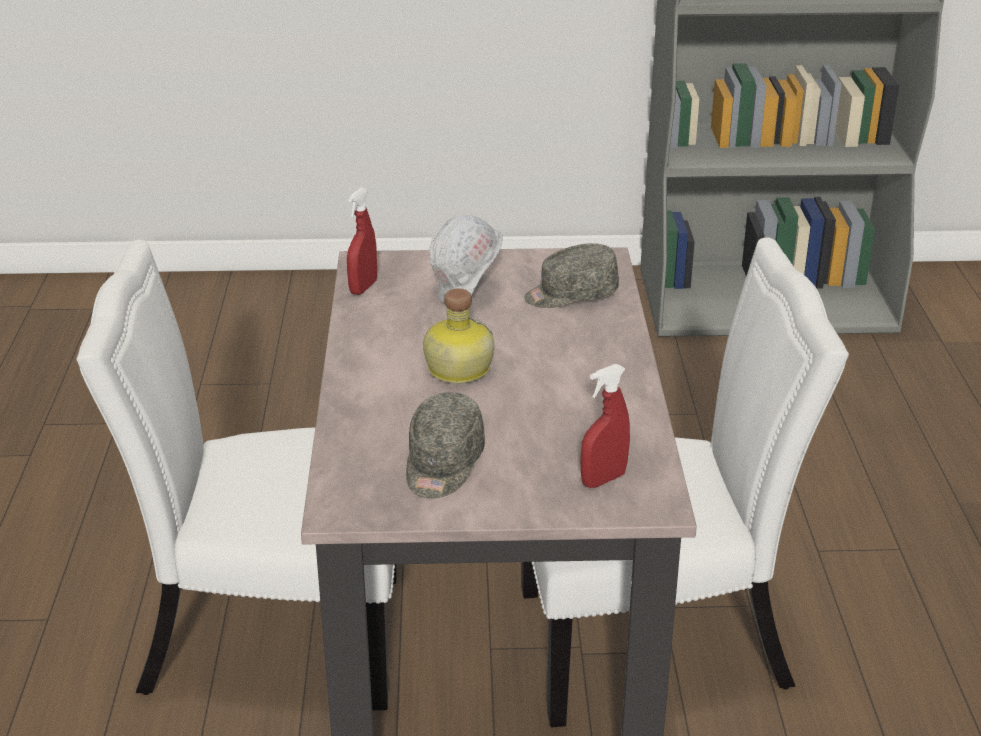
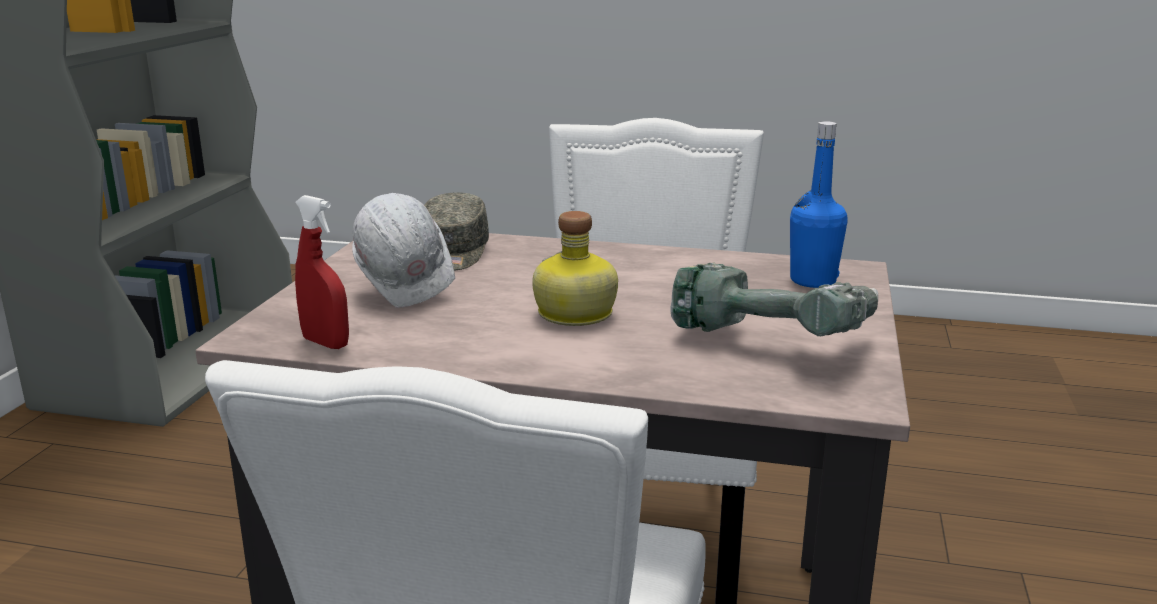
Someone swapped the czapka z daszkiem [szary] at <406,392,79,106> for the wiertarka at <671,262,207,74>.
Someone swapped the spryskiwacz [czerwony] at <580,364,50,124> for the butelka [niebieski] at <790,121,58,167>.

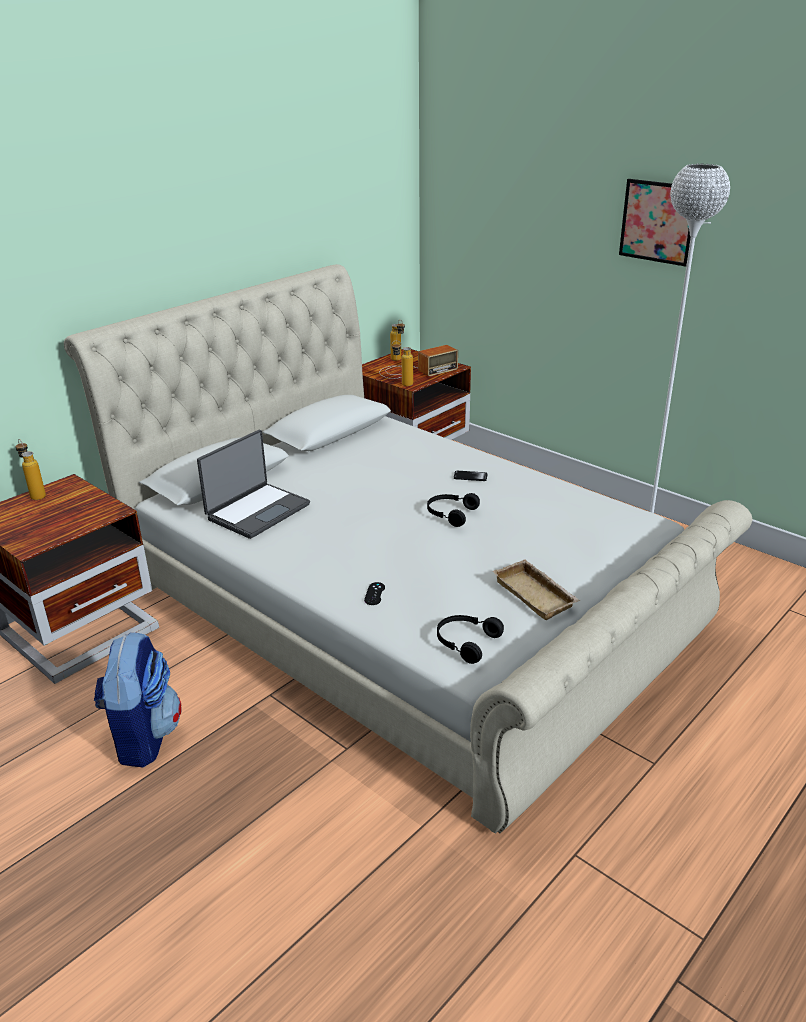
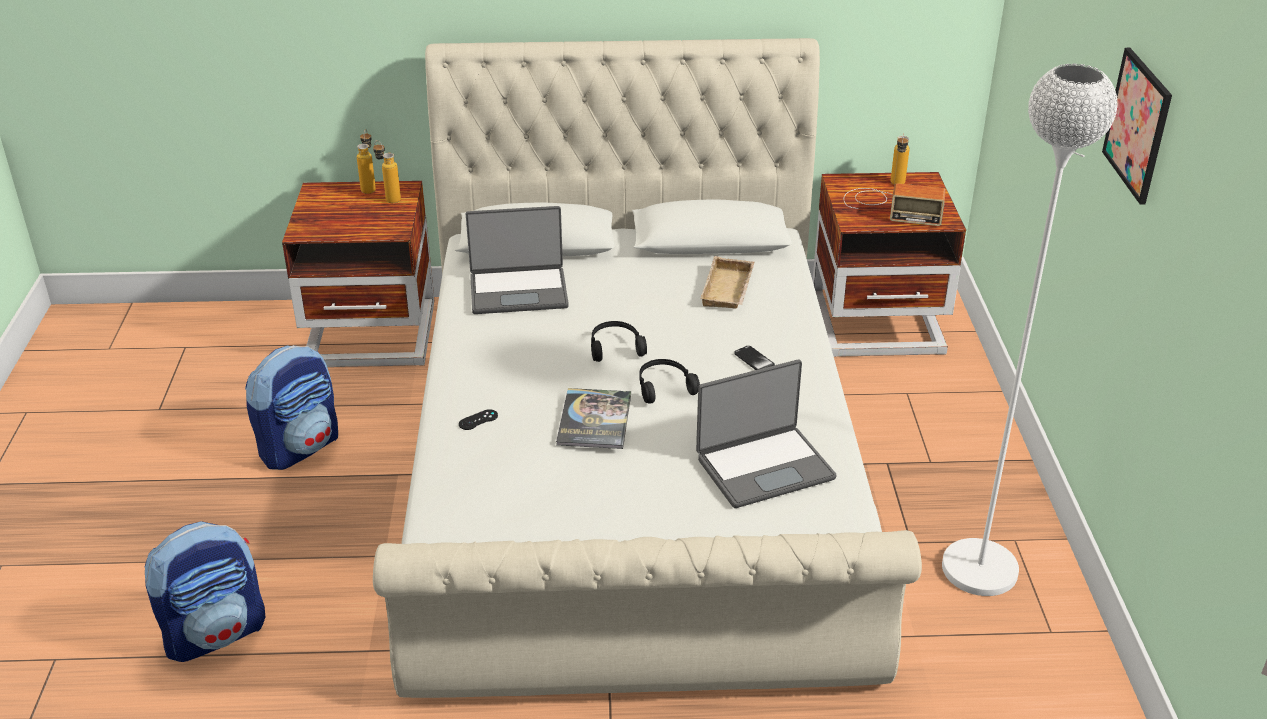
Someone put down the plecak at <145,521,121,141>.
Someone put down the książka at <556,388,75,61>.
Someone put down the laptop at <696,360,141,148>.
Someone carried the butelka from <391,341,22,45> to <373,140,28,63>.
Someone carried the słuchawki [czarny] from <437,615,67,49> to <591,321,56,41>.
Someone carried the taca [beżowy] from <493,559,87,61> to <700,256,54,52>.

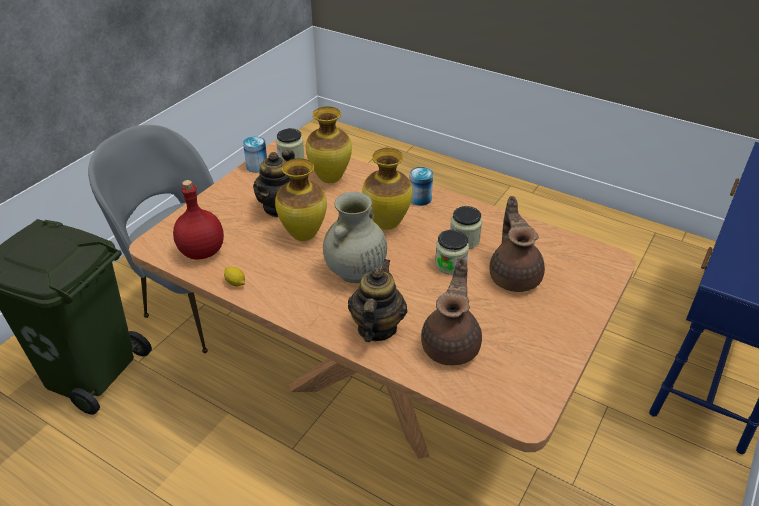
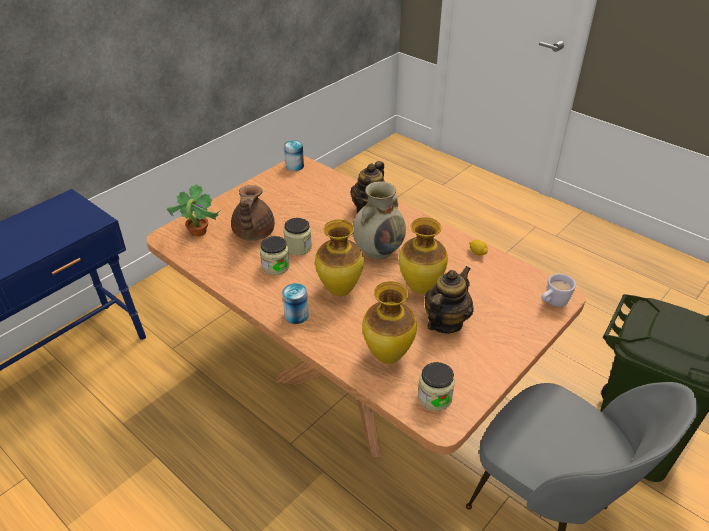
Someone took away the butelka [czerwony] at <173,180,51,80>.
Someone took away the imbryk [brązowy] at <421,258,61,107>.
Someone put down the roślina doniczkowa at <167,184,54,53>.
Someone put down the kubek [biały] at <541,274,35,33>.
Someone carried the puszka from <243,136,24,37> to <284,140,20,31>.

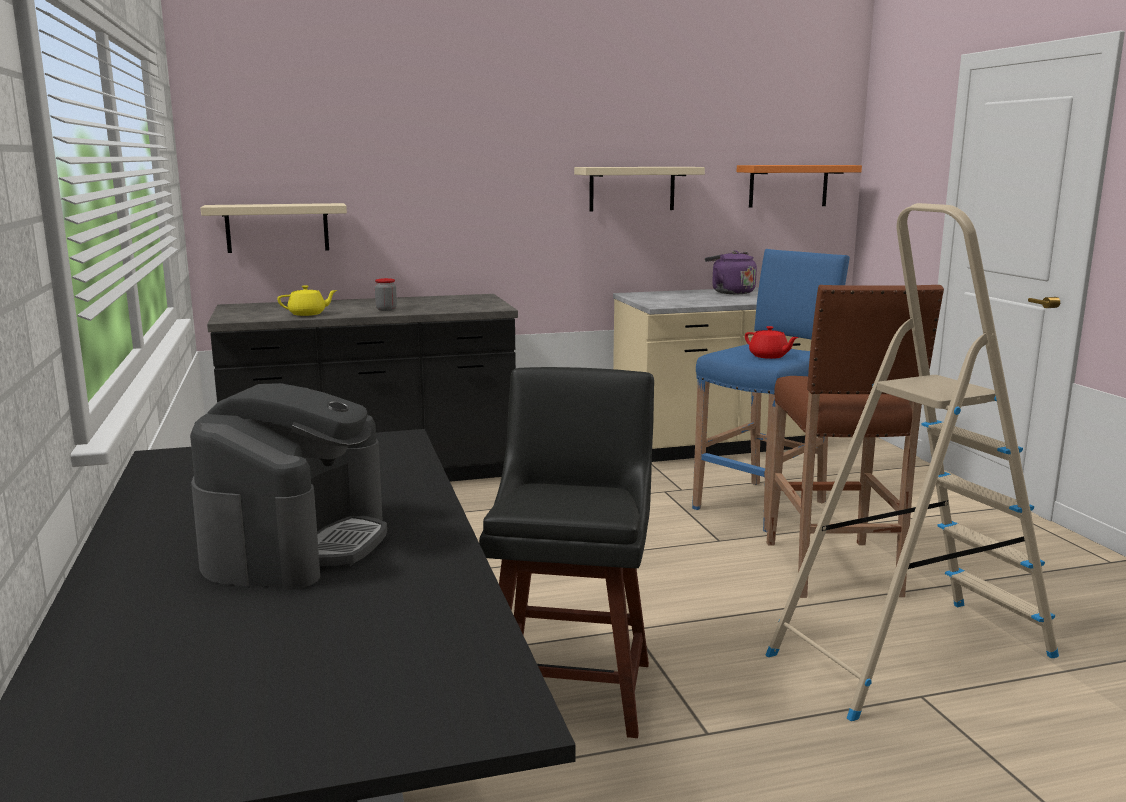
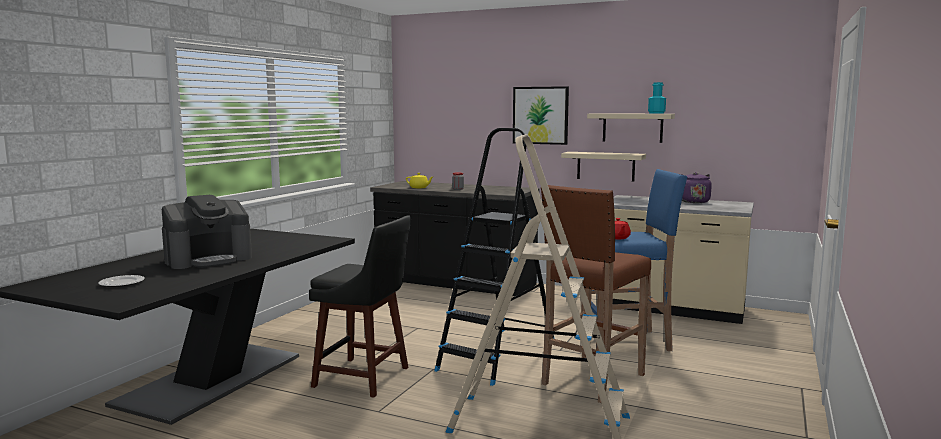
Someone took away the półka [pomarańczowy] at <737,165,125,43>.
Someone put down the talerz at <98,275,47,13>.
Someone put down the drabinka [czarny] at <434,128,121,258>.
Someone put up the obraz at <513,86,56,59>.
Someone put down the butelka [turkusowy] at <648,82,18,32>.
Someone carried the półka [beżowy] from <201,203,146,50> to <561,152,85,30>.
Someone rotated the krzesło [czarny] at <479,367,175,371> by 60 degrees clockwise.

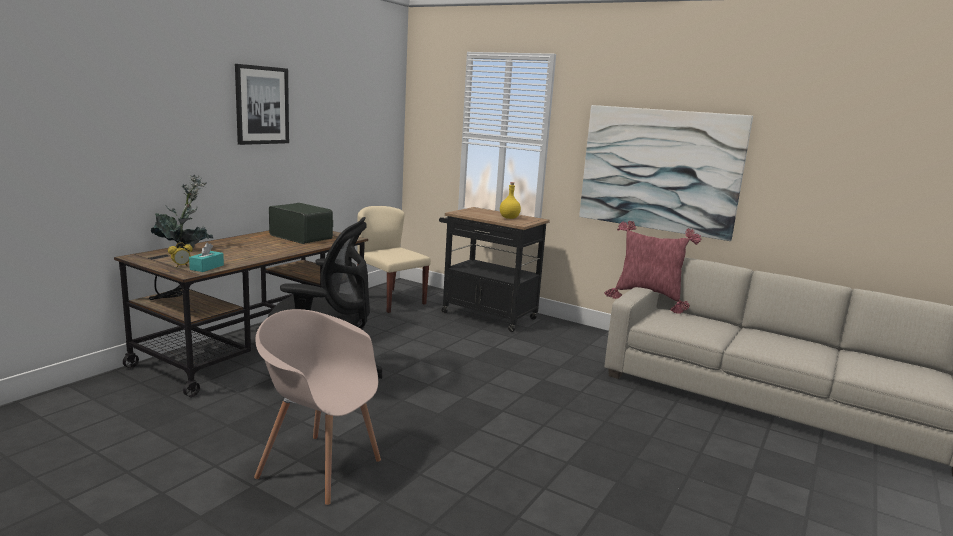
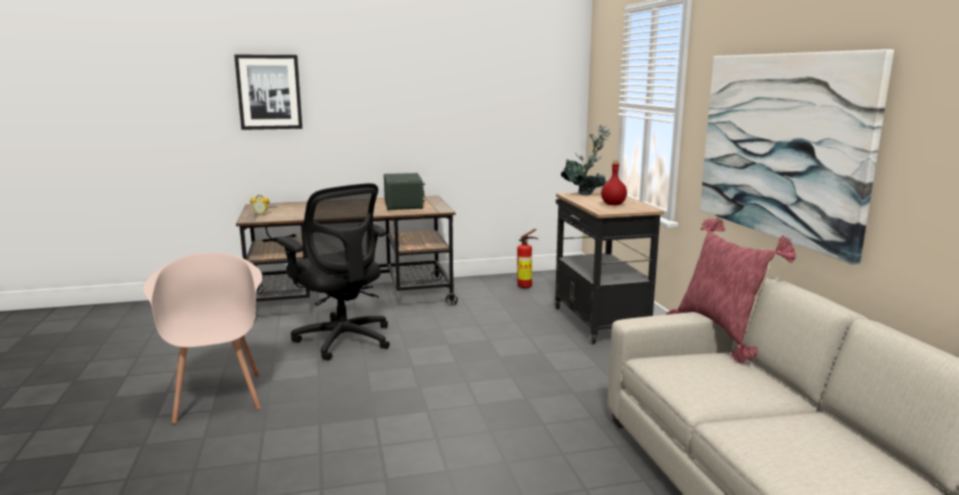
Someone took away the pudełko chusteczek [turkusowy] at <189,243,35,29>.
Someone carried the roślina doniczkowa from <151,175,63,77> to <561,125,50,71>.
Someone carried the obraz from <235,64,54,81> to <234,55,68,75>.
Someone swapped the krzesło [beżowy] at <357,206,74,107> for the gaśnica at <517,229,22,59>.
Someone repainted the butelka [żółty] at <500,182,21,37>, which became the butelka [czerwony] at <601,160,26,45>.

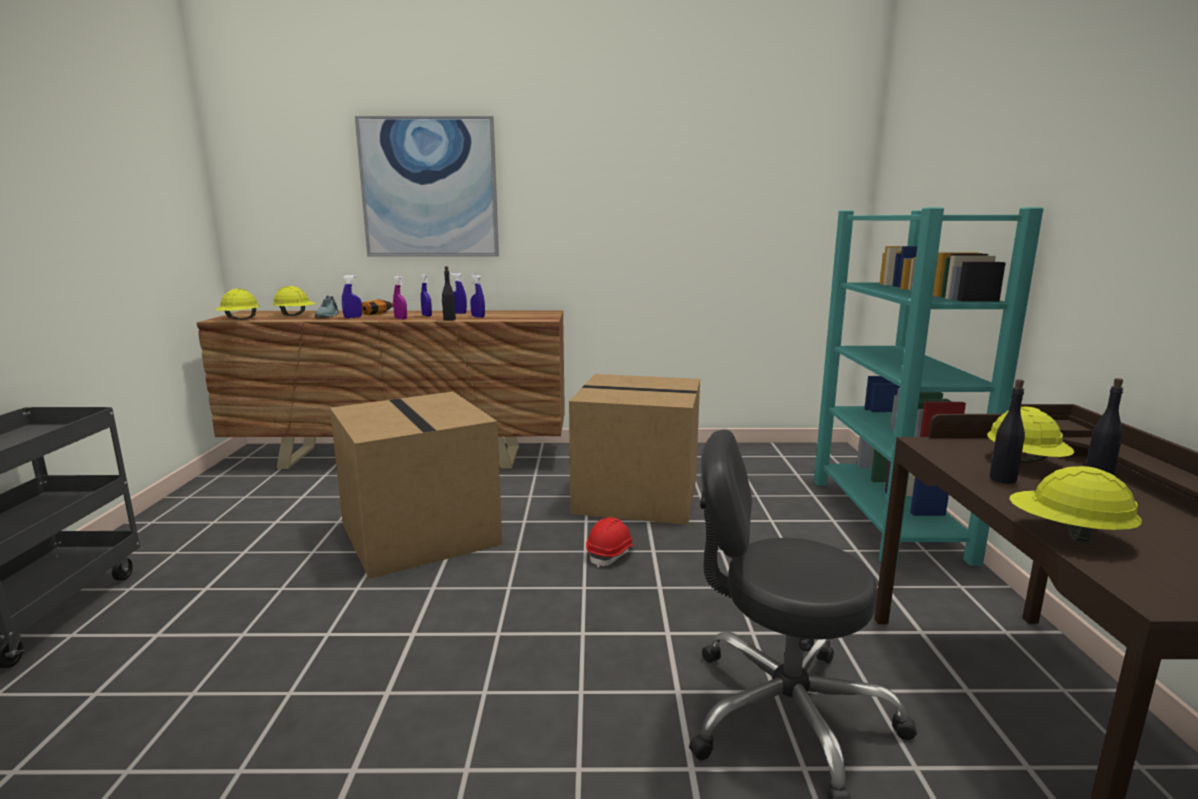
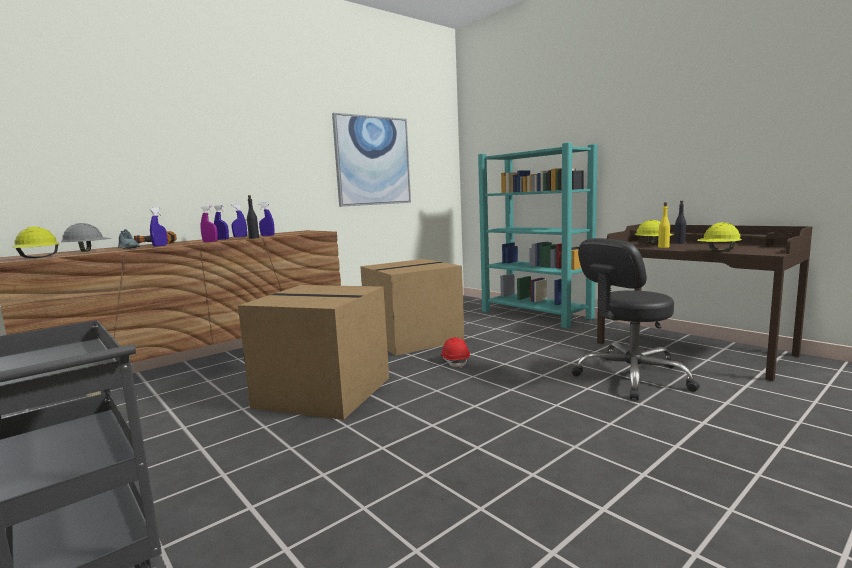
Someone carried the obraz from <355,116,144,141> to <332,113,79,94>.
Someone repainted the kask [żółty] at <272,286,44,30>, which became the kask [szary] at <61,223,51,29>.
Someone repainted the butelka [czarny] at <989,379,36,105>, which became the butelka [żółty] at <658,202,12,46>.

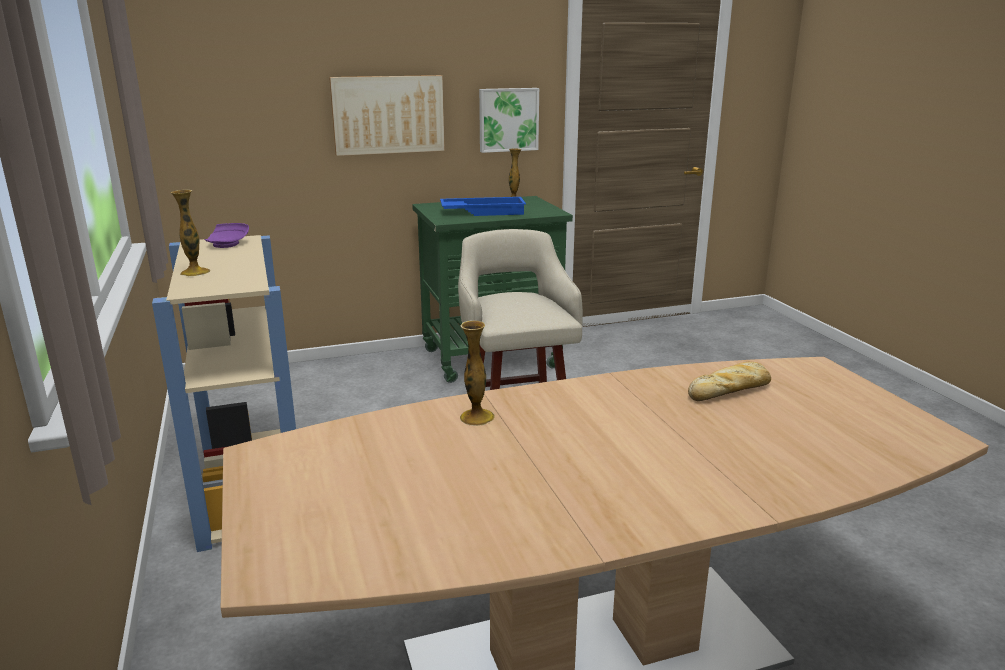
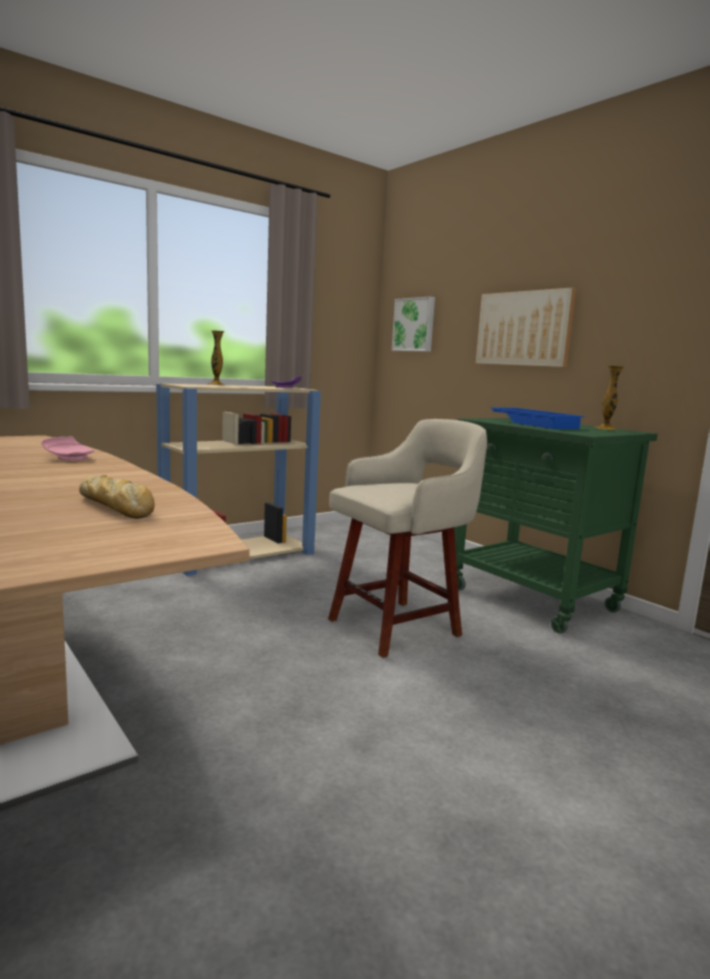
Someone carried the obraz from <479,88,60,65> to <392,296,43,56>.
Someone swapped the wazon at <460,320,35,106> for the talerz [różowy] at <41,437,54,24>.

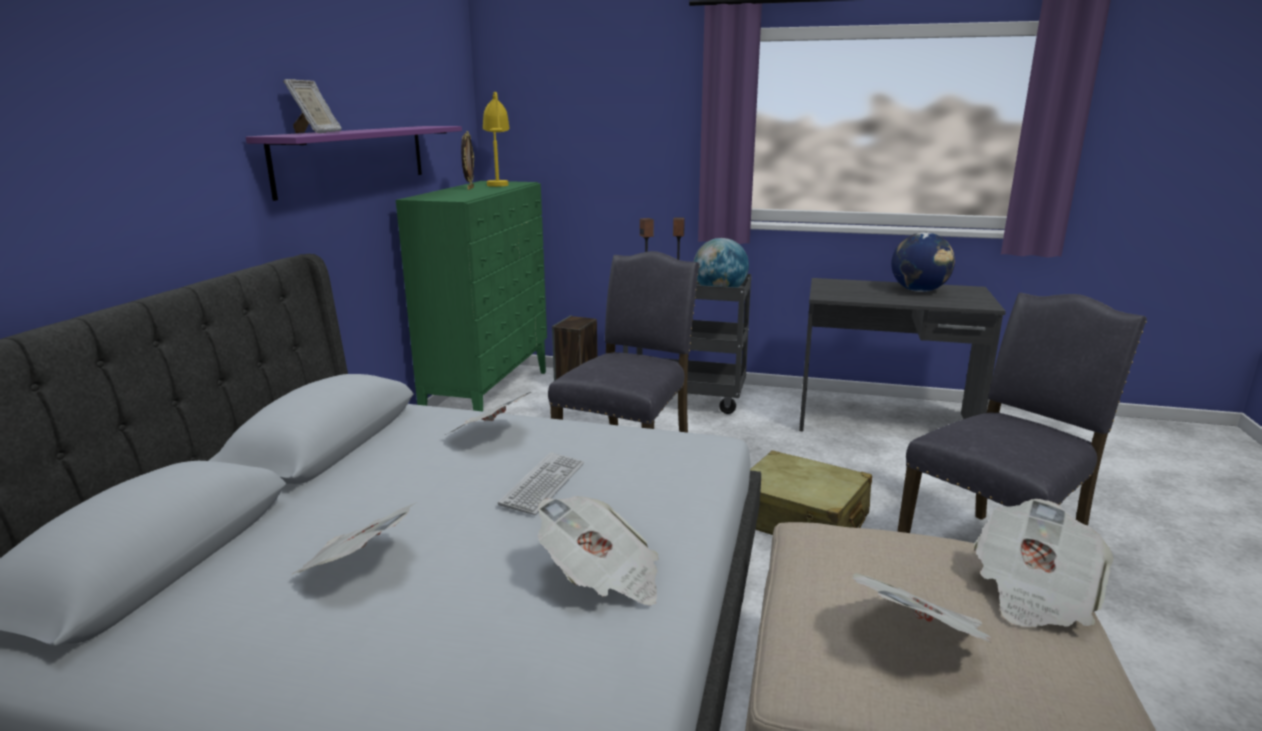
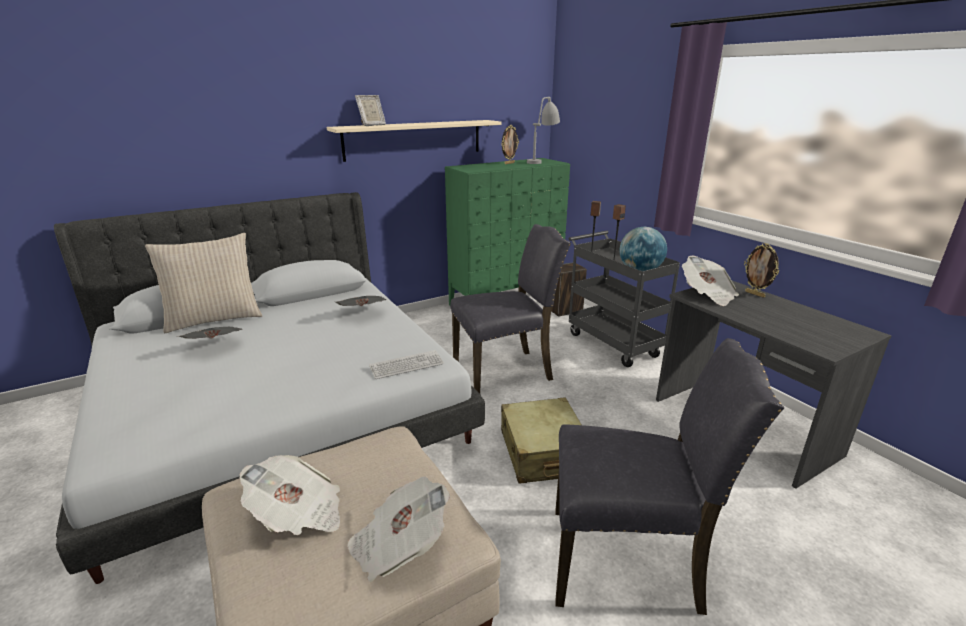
Someone took away the globus at <891,232,64,60>.
Someone put down the poduszka [beżowy] at <145,233,117,100>.
Someone put down the ramka na zdjęcie at <744,243,35,55>.
Someone carried the klawiatura from <498,452,86,63> to <369,350,75,29>.
Someone carried the gazeta from <538,496,121,109> to <682,256,57,50>.
Someone repainted the półka [fioletowy] at <246,126,216,75>, which became the półka [beżowy] at <327,120,175,42>.
Someone repainted the lampa stołowa [żółty] at <483,92,27,95>, which became the lampa stołowa [szary] at <527,97,33,67>.

